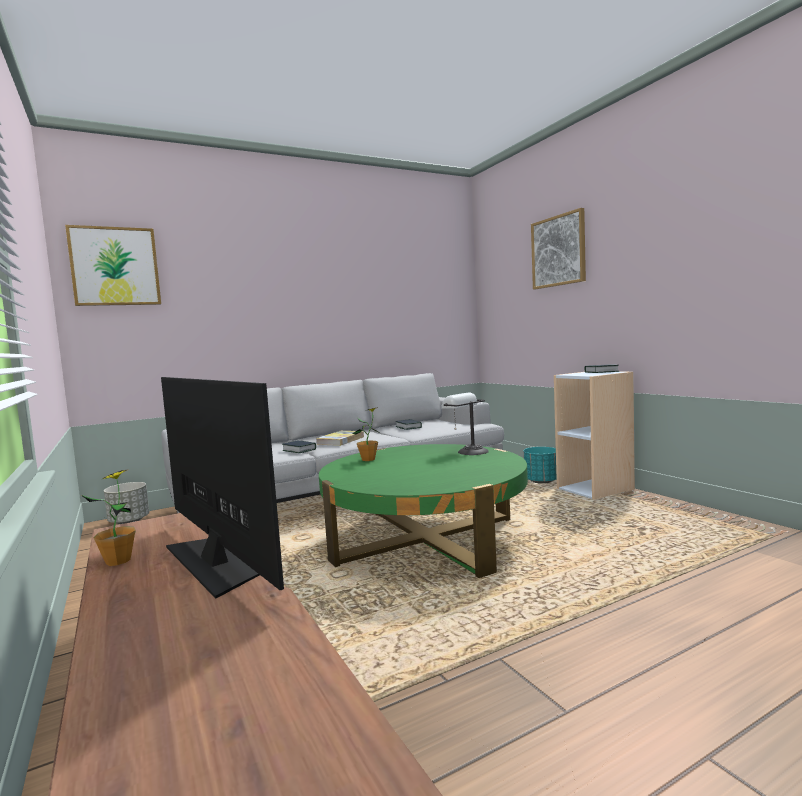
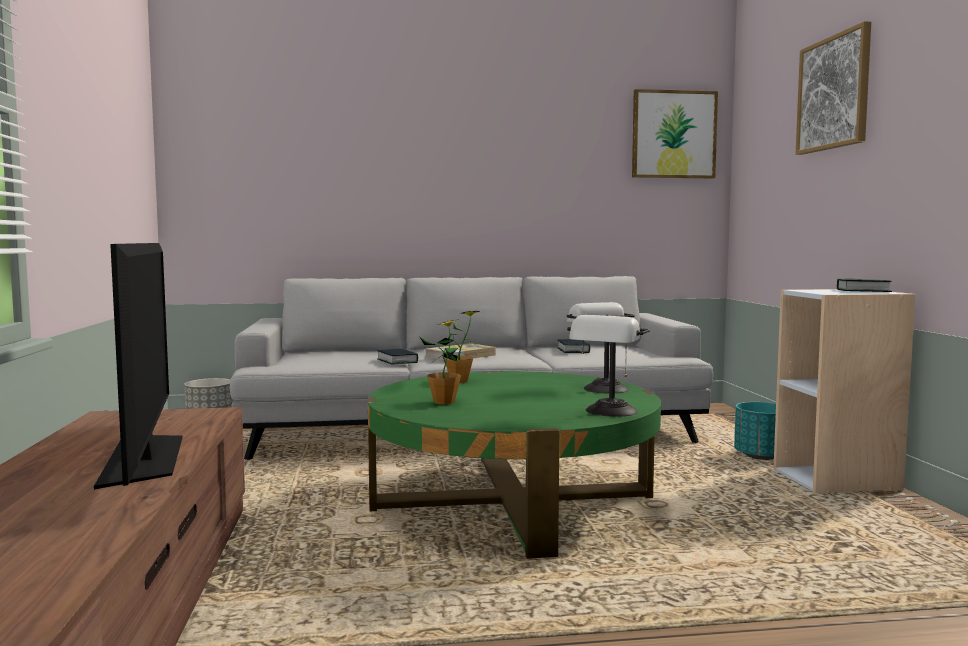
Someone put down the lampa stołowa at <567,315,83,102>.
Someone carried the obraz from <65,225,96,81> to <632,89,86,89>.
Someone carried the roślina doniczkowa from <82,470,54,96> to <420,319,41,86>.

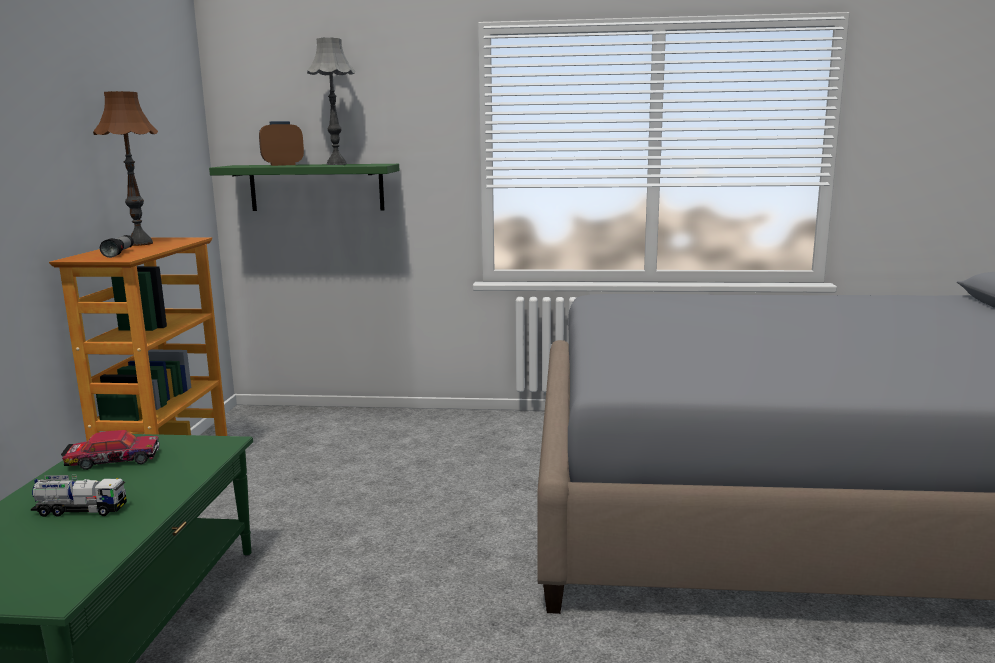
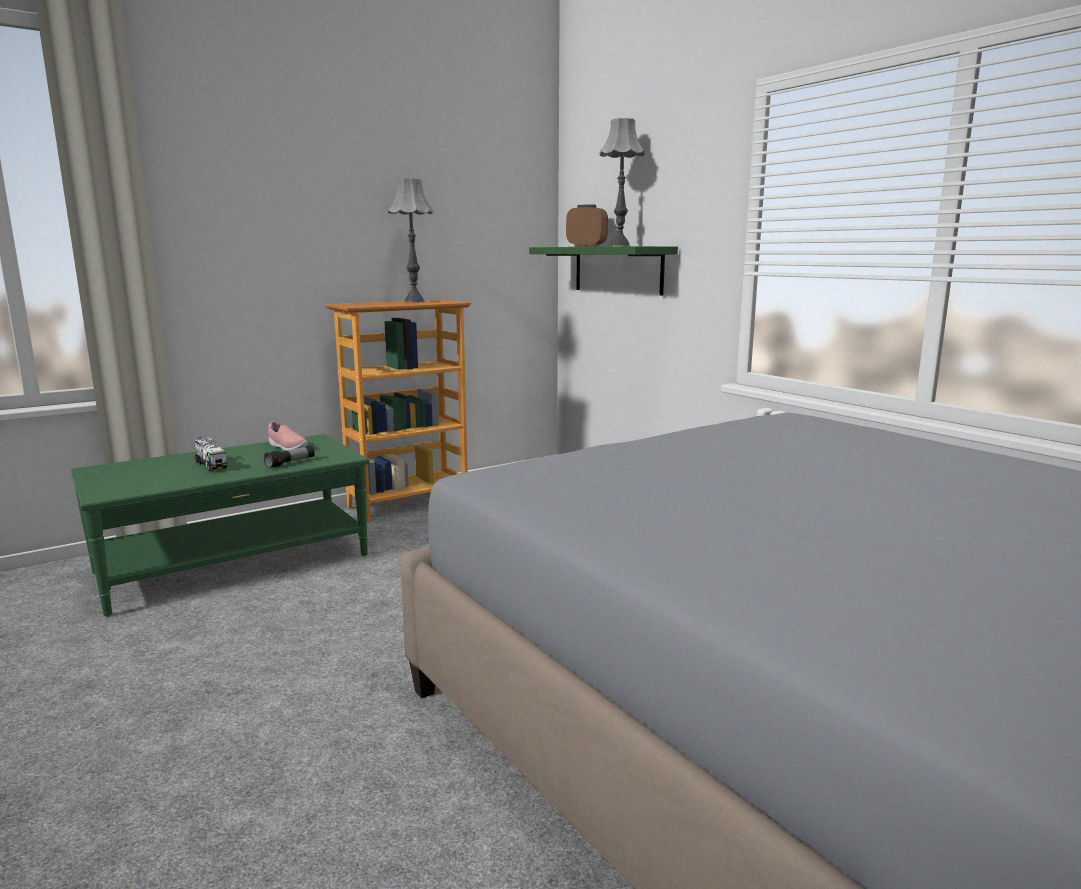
Someone carried the latarka from <100,235,34,23> to <264,446,51,23>.
Someone swapped the samochodzik at <61,430,98,40> for the but [różowy] at <268,421,39,30>.
Someone repainted the lampa stołowa [brązowy] at <93,91,65,155>, which became the lampa stołowa [szary] at <388,179,47,123>.

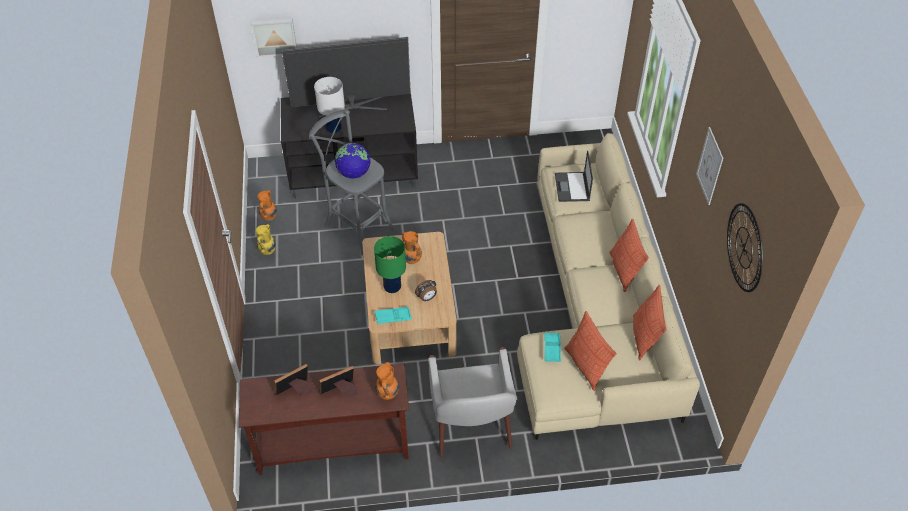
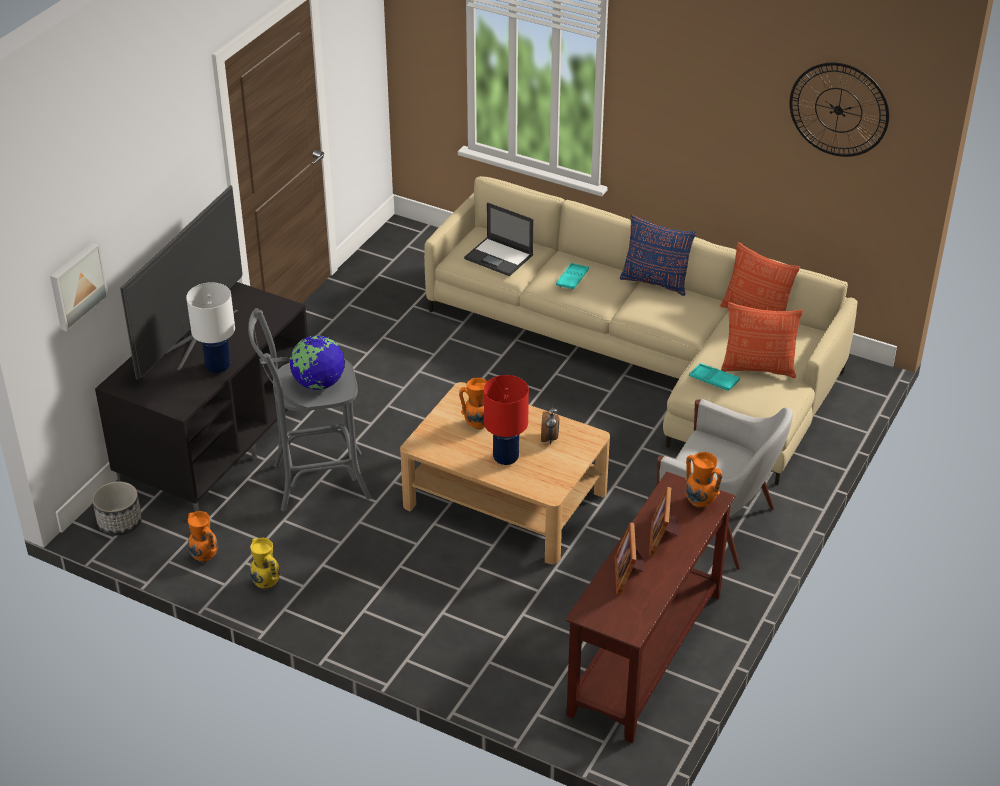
Someone took away the obraz at <696,127,27,78>.
Someone put down the donica at <92,481,50,55>.
Someone carried the taca [turkusowy] from <375,307,37,17> to <556,263,33,27>.
Someone repainted the lampa stołowa [zielony] at <374,236,32,57>, which became the lampa stołowa [czerwony] at <484,375,45,90>.
Someone repainted the poduszka [pomarańczowy] at <609,218,40,74>, which became the poduszka [niebieski] at <620,215,76,81>.

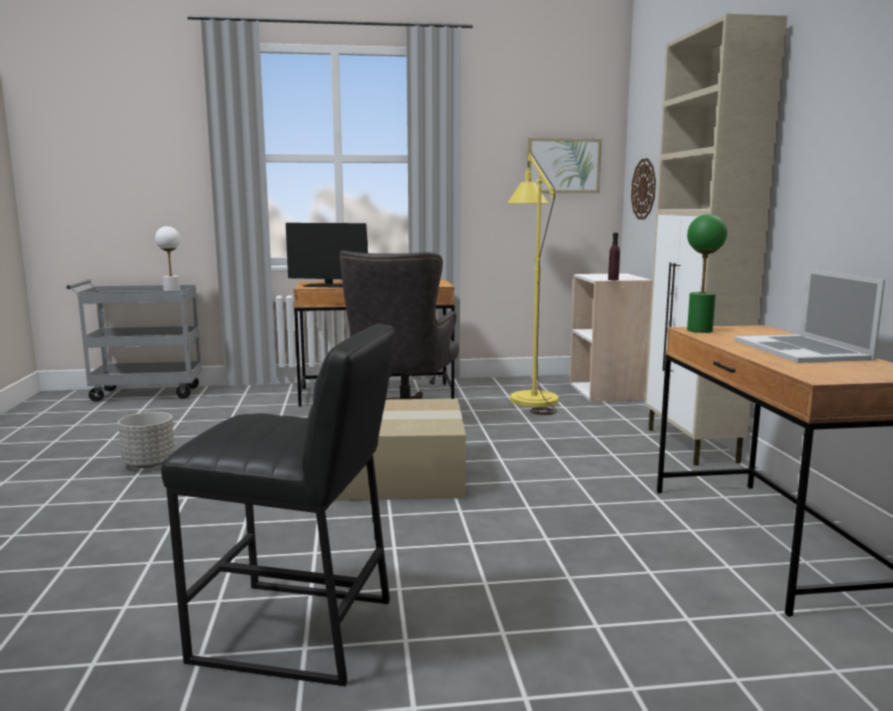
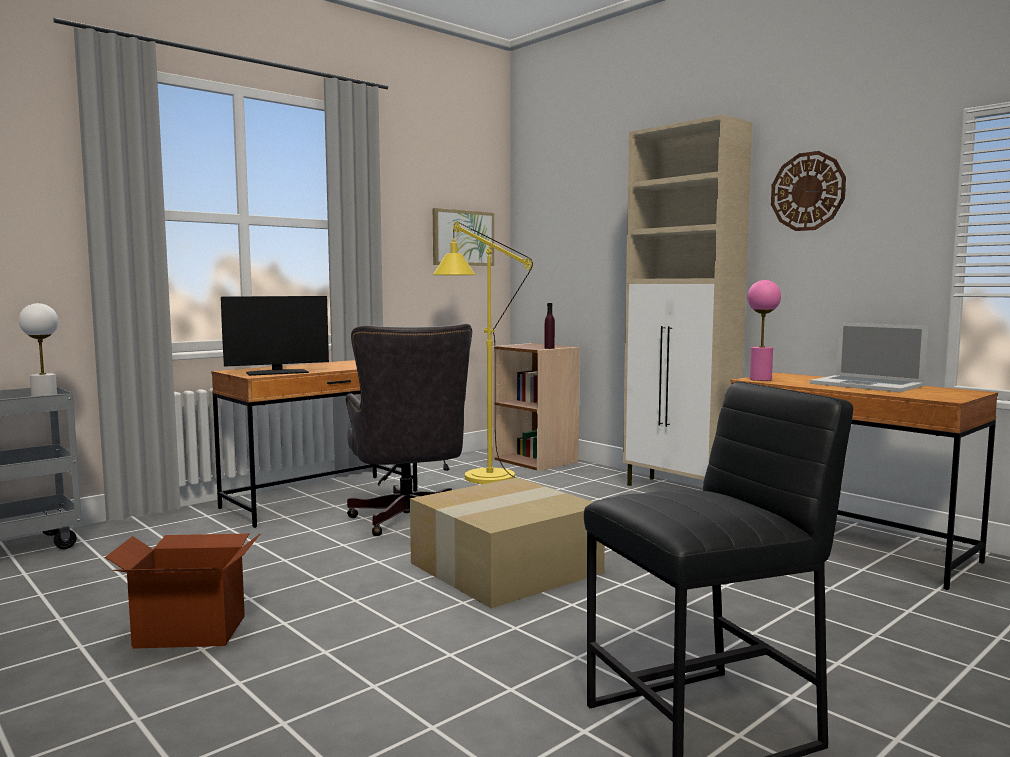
Someone carried the zegar ścienny from <631,158,25,62> to <771,151,75,80>.
Someone swapped the donica [szary] at <118,412,57,56> for the karton at <105,534,155,115>.
Someone repainted the regał [biały] at <570,273,82,129>, which became the regał [brązowy] at <492,343,88,128>.
Someone repainted the lampa stołowa [zielony] at <687,214,40,119>, which became the lampa stołowa [różowy] at <747,280,34,101>.

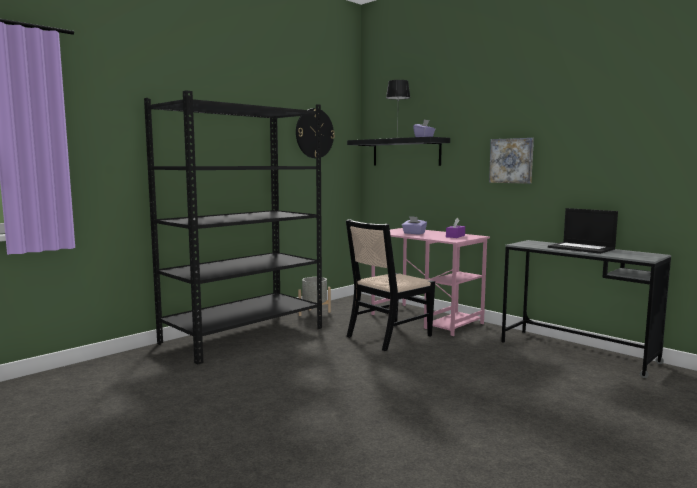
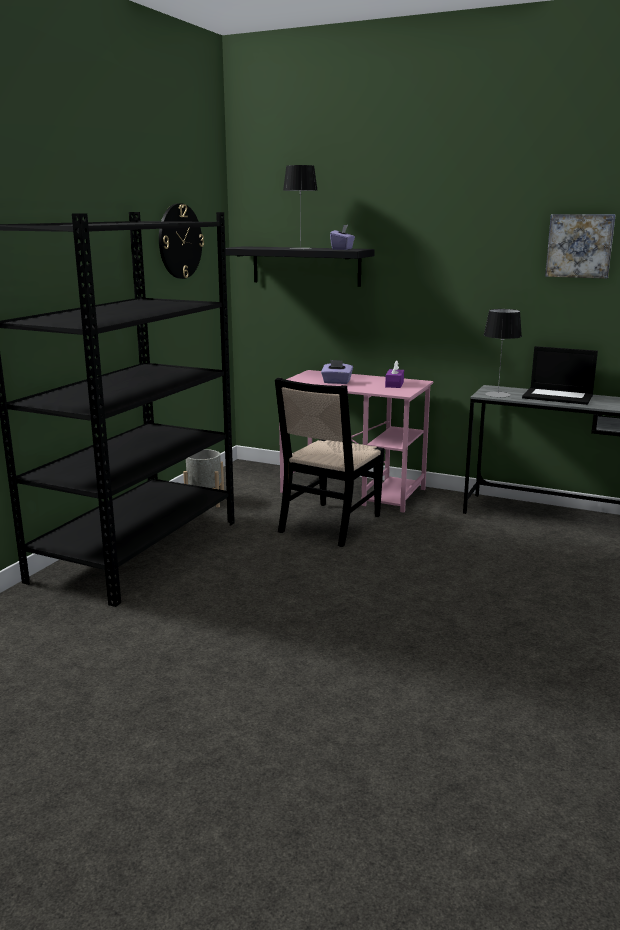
Someone put down the lampa stołowa at <484,309,38,89>.
Someone carried the obraz from <489,138,45,46> to <545,214,71,65>.

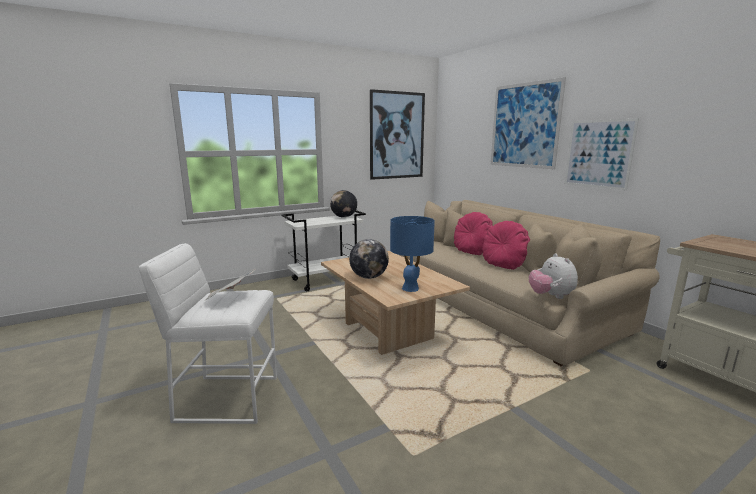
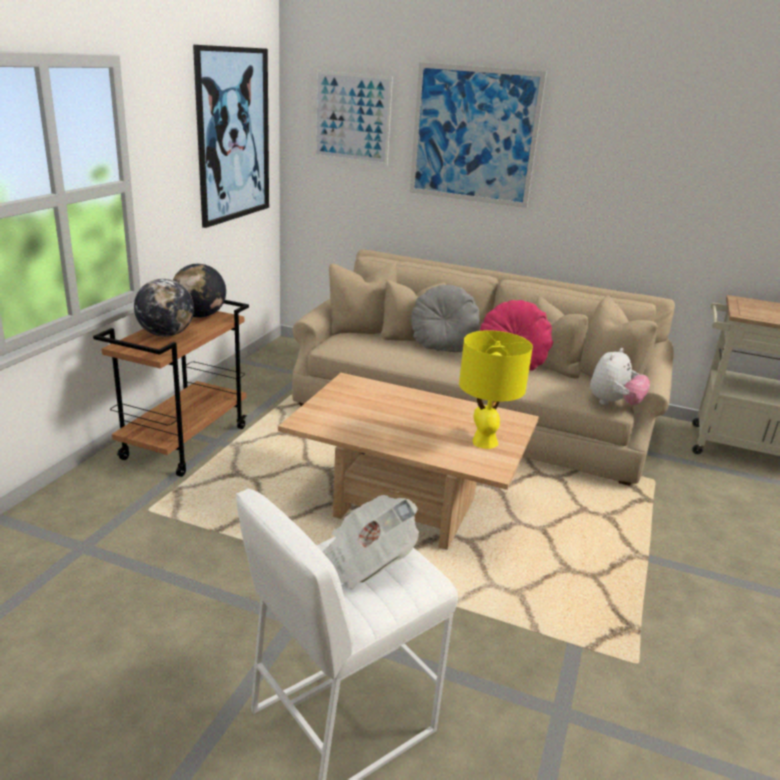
Someone carried the globus from <349,239,40,40> to <134,279,60,58>.
Someone carried the obraz from <565,118,74,73> to <314,70,79,96>.
Someone repainted the wózek [biały] at <282,210,84,81>, which became the wózek [brązowy] at <93,300,156,177>.
Someone repainted the lampa stołowa [niebieski] at <390,216,45,76>, which became the lampa stołowa [żółty] at <459,330,74,119>.
Someone repainted the poduszka [różowy] at <454,212,39,43>, which became the poduszka [szary] at <411,285,69,67>.
Someone rotated the pluszak at <529,253,49,46> by 90 degrees counterclockwise.

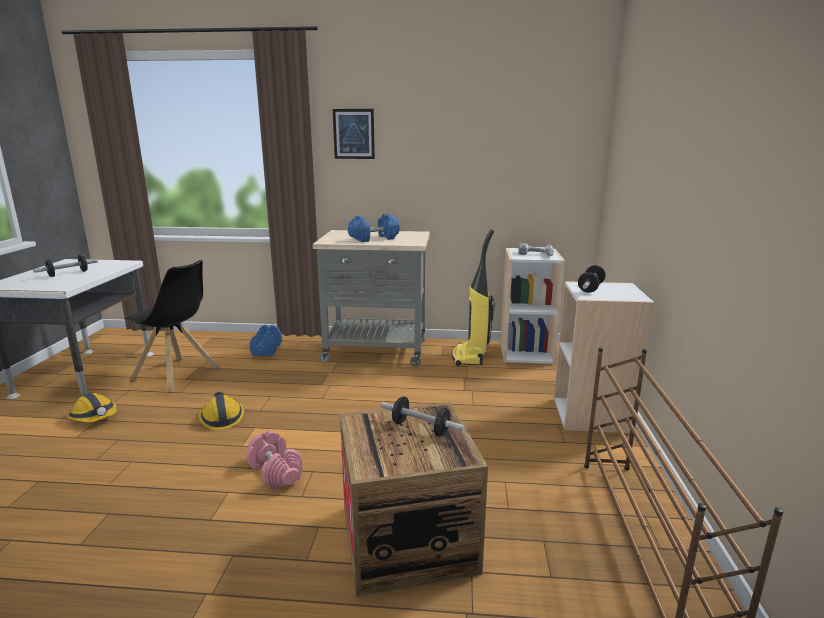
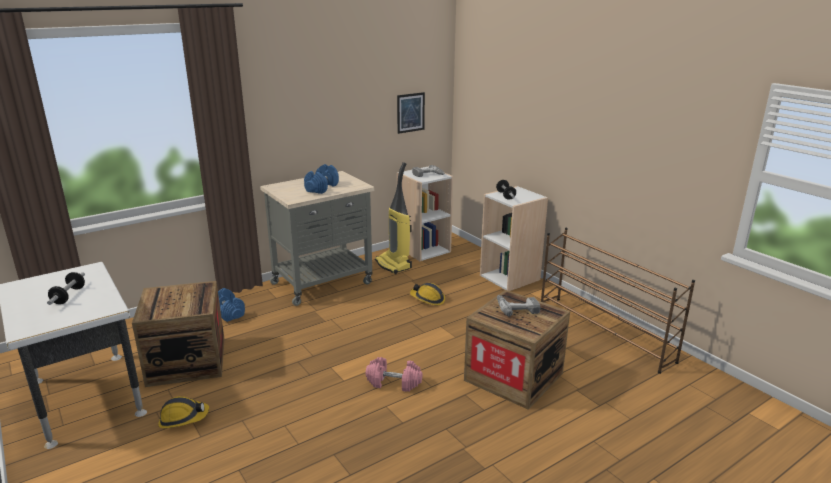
Someone carried the kask from <199,392,45,38> to <410,283,35,22>.
Someone carried the obraz from <333,109,42,50> to <397,92,28,42>.
Someone swapped the krzesło [czarny] at <124,260,95,133> for the skrzynka at <132,281,92,106>.
Someone swapped the hantel at <381,397,84,40> for the wiertarka at <497,295,43,21>.

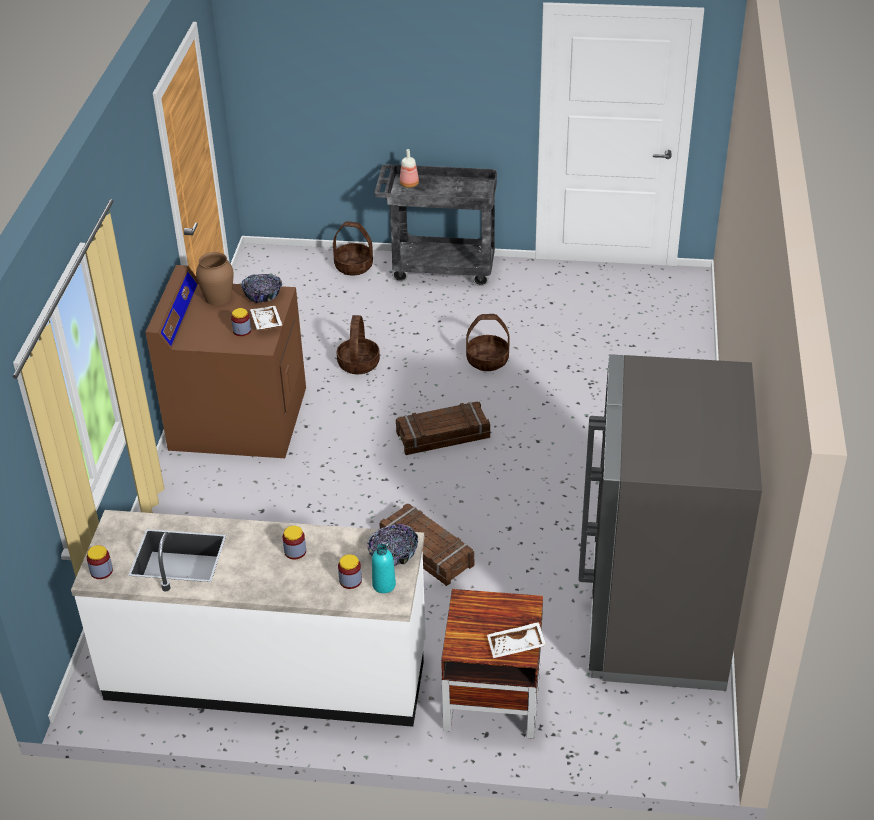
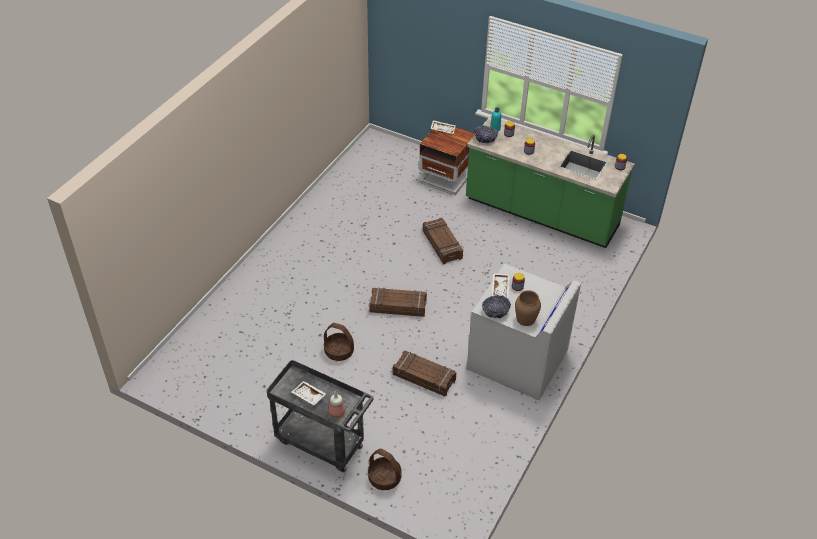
Someone took away the lodówka [szary] at <578,354,184,337>.
Someone put down the taca [biały] at <291,381,35,24>.
Someone swapped the koszyk at <336,315,44,59> for the skrzynka at <393,351,63,46>.
Someone repainted the zabudowa kuchenna [biały] at <71,510,355,217>, which became the zabudowa kuchenna [zielony] at <466,116,169,132>.
Someone repainted the pralka [brązowy] at <146,265,160,193>, which became the pralka [biały] at <467,264,114,136>.

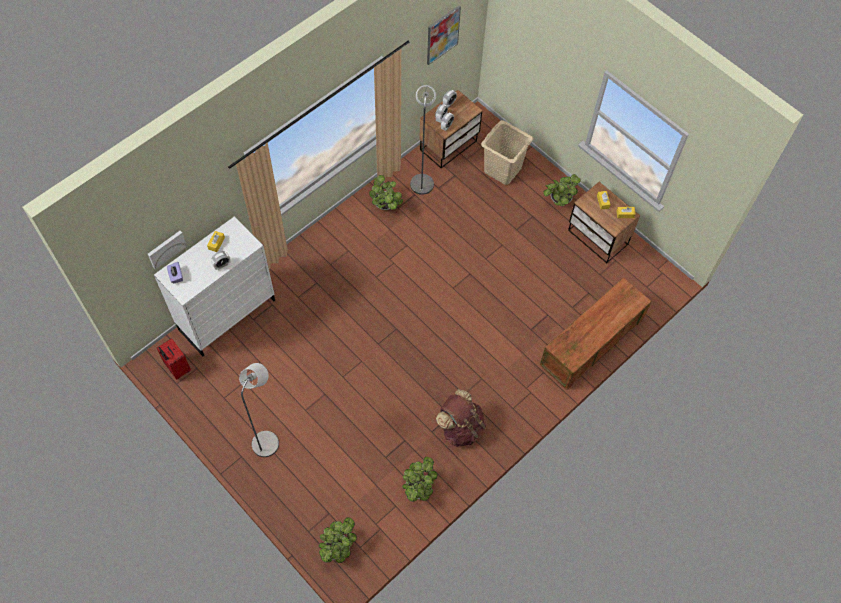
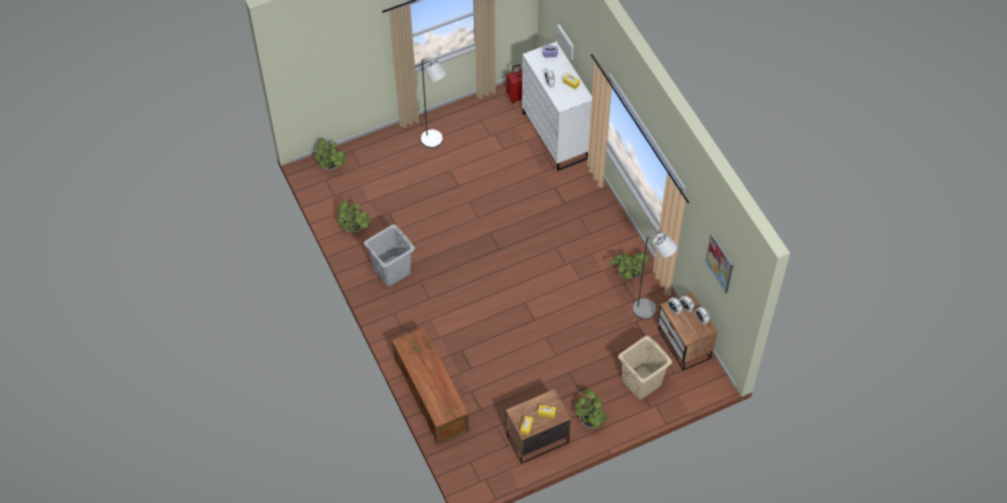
Someone swapped the plecak [brązowy] at <436,389,50,58> for the kosz na pranie [szary] at <364,224,51,62>.

